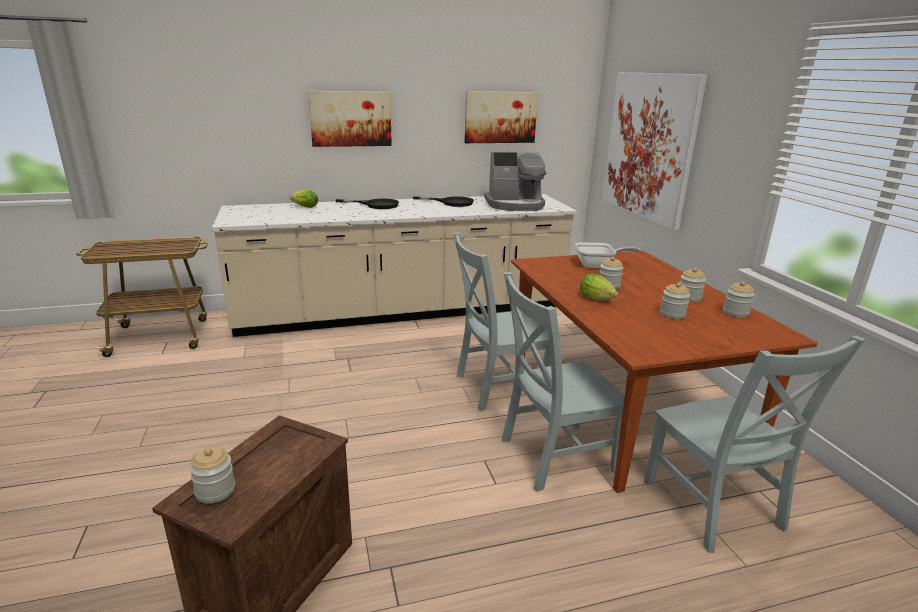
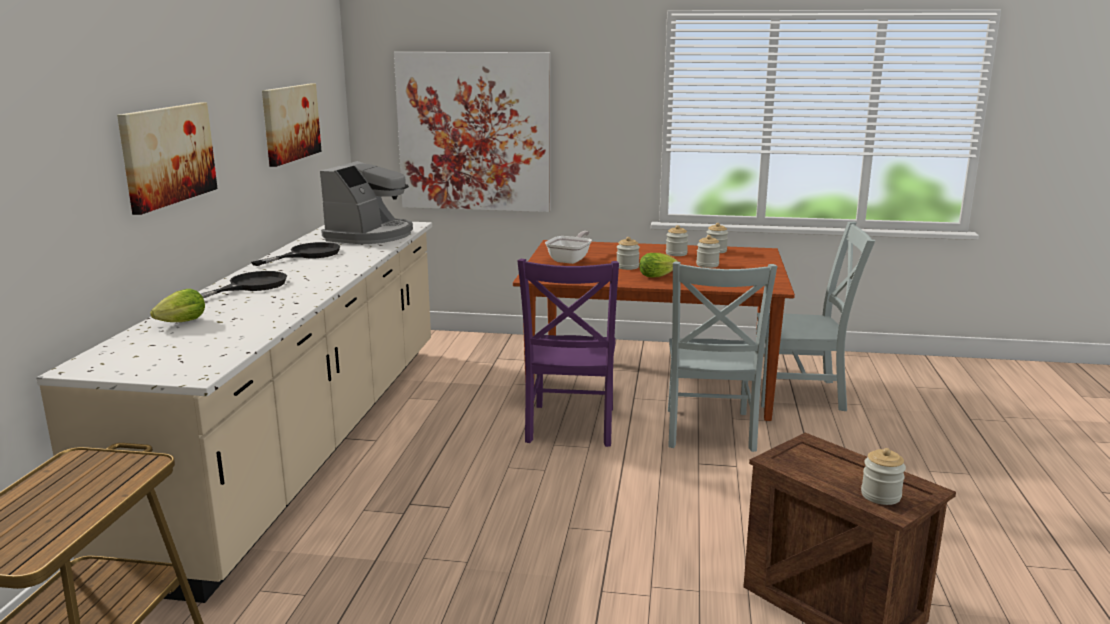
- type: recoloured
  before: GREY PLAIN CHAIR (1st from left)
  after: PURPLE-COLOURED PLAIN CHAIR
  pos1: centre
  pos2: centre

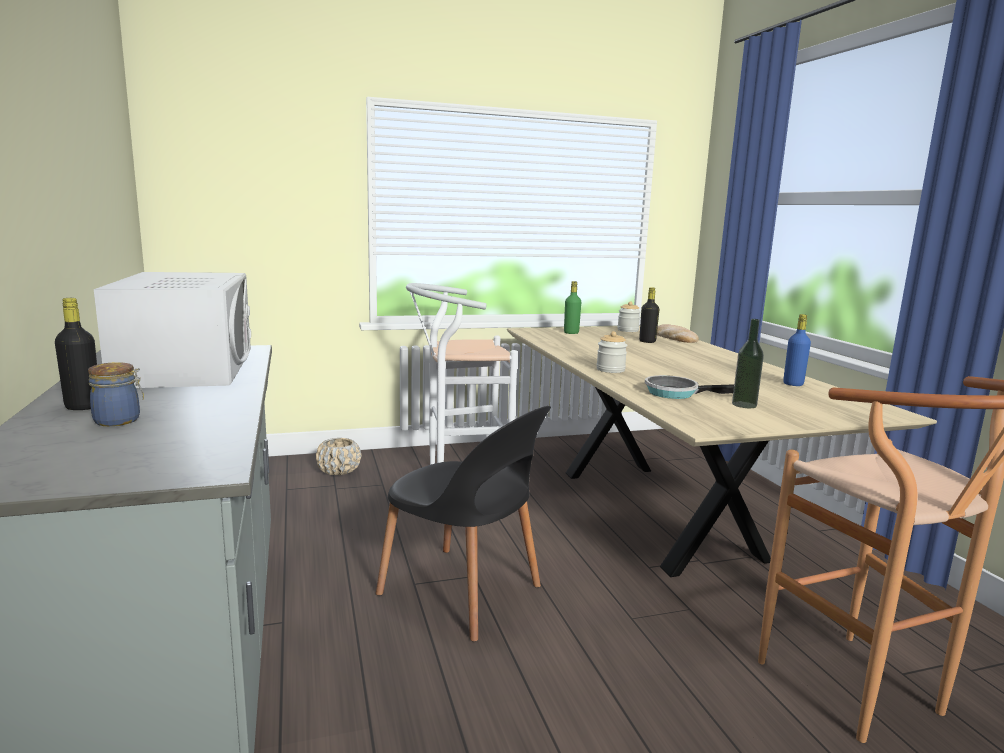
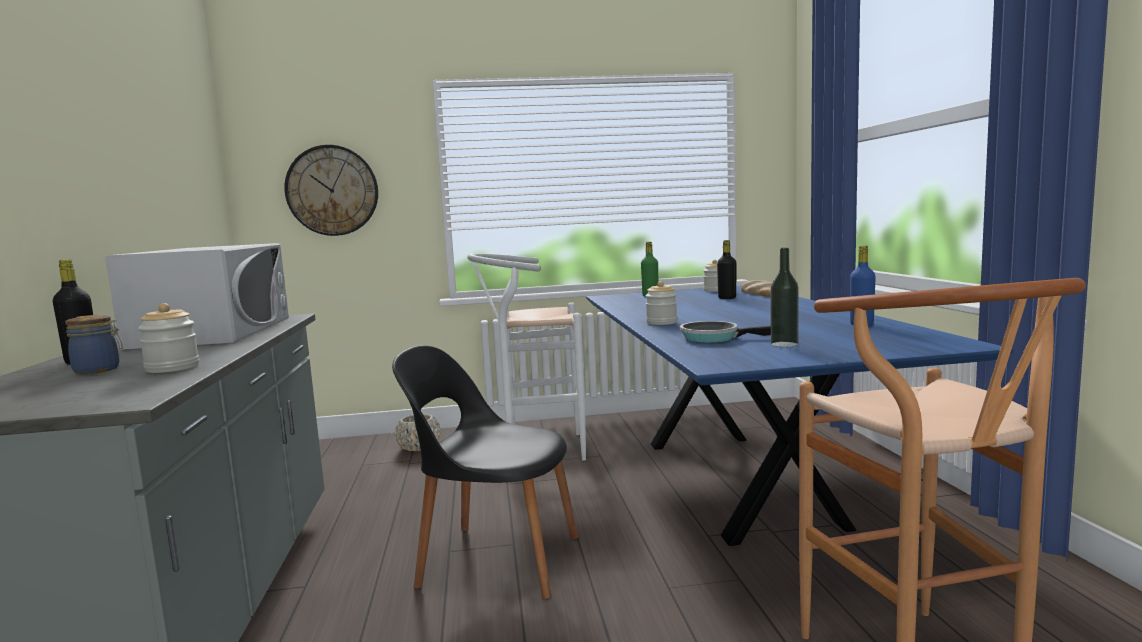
- type: added
  after: JAR (2nd from left)
  pos2: middle left
- type: added
  after: WALL CLOCK
  pos2: top left
- type: recoloured
  before: SAND-COLOURED KITCHEN TABLE
  after: BLUISH KITCHEN TABLE
  pos1: middle right
  pos2: middle right
- type: turned
  before: BLACK-COLOURED PLAIN CHAIR
  pos1: bottom centre
  pos2: bottom centre
  turn: 150

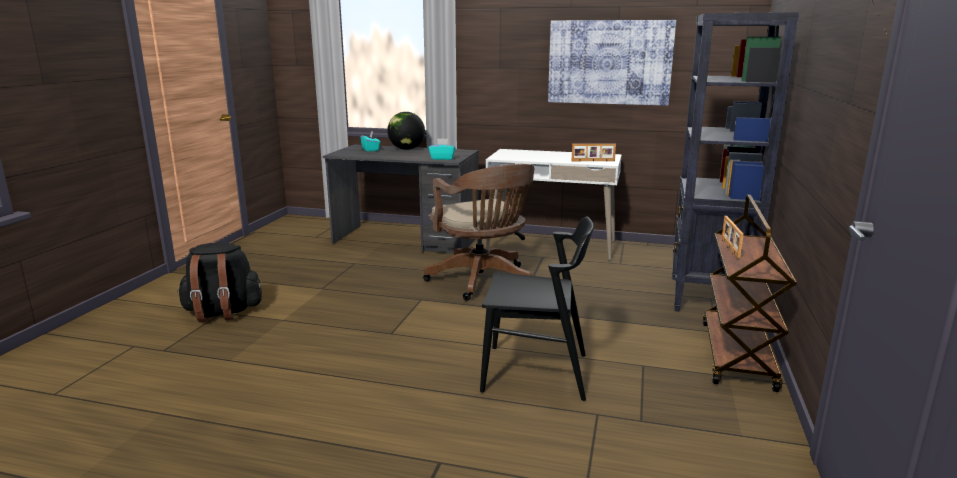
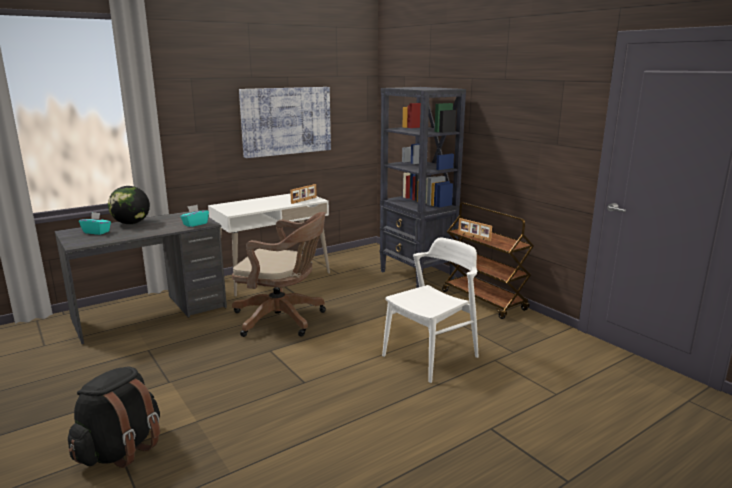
- type: recoloured
  before: BLACK-COLOURED PLAIN CHAIR
  after: WHITISH PLAIN CHAIR
  pos1: centre
  pos2: centre

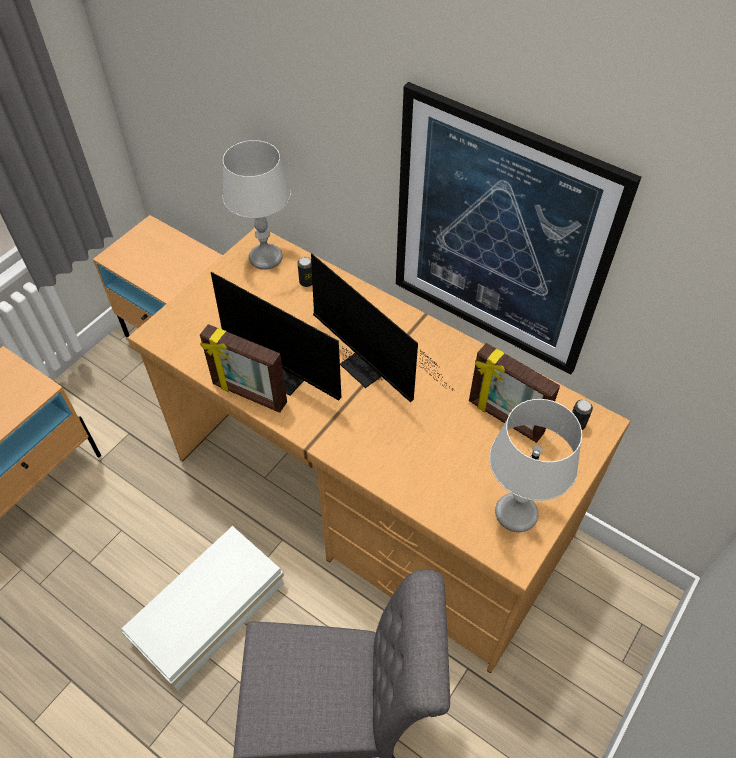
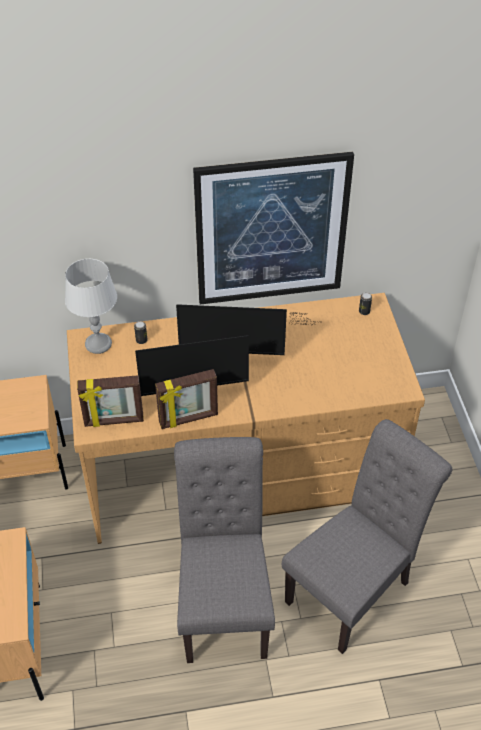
- type: removed
  before: GREY TABLE LAMP (2nd from left)
  pos1: middle right
- type: moved
  before: STANDING FRAME (2nd from left in the first image)
  after: STANDING FRAME (1st from left)
  pos1: middle right
  pos2: middle left
- type: replaced
  before: WHITISH STORAGE BOX
  after: GREY PLAIN CHAIR (1st from left)
  pos1: bottom left
  pos2: bottom centre

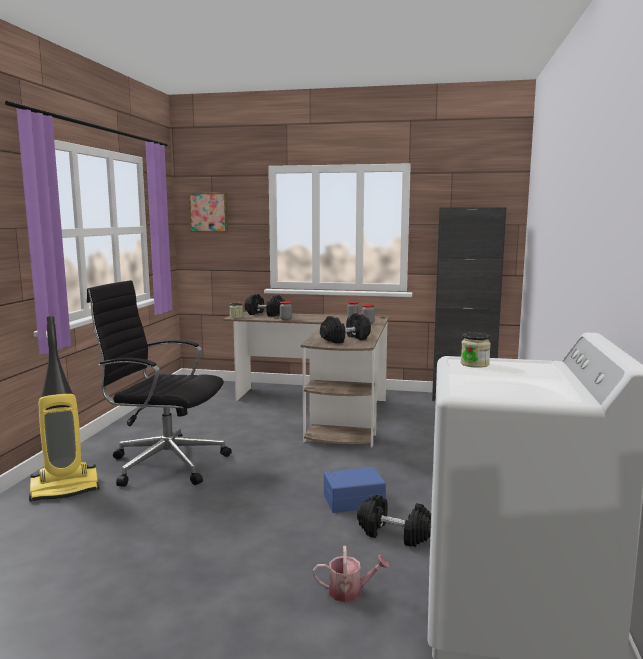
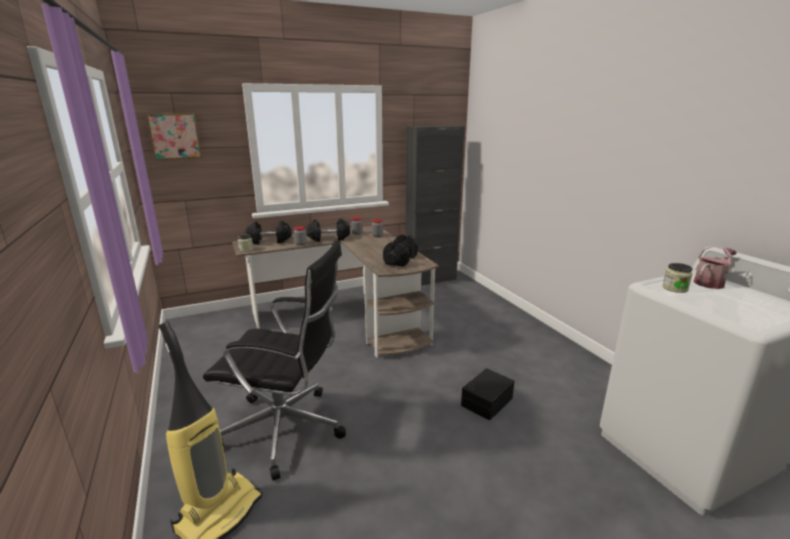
- type: moved
  before: WATERING POT
  pos1: bottom centre
  pos2: middle right
- type: moved
  before: BLACK-COLOURED HAND WEIGHT (3rd from left in the first image)
  after: BLACK-COLOURED HAND WEIGHT (2nd from left)
  pos1: bottom centre
  pos2: centre
- type: recoloured
  before: BLUISH STORAGE BOX
  after: BLACK-COLOURED STORAGE BOX
  pos1: bottom centre
  pos2: bottom centre
- type: turned
  before: BLACK-COLOURED DESK CHAIR
  pos1: middle left
  pos2: bottom centre
  turn: -150

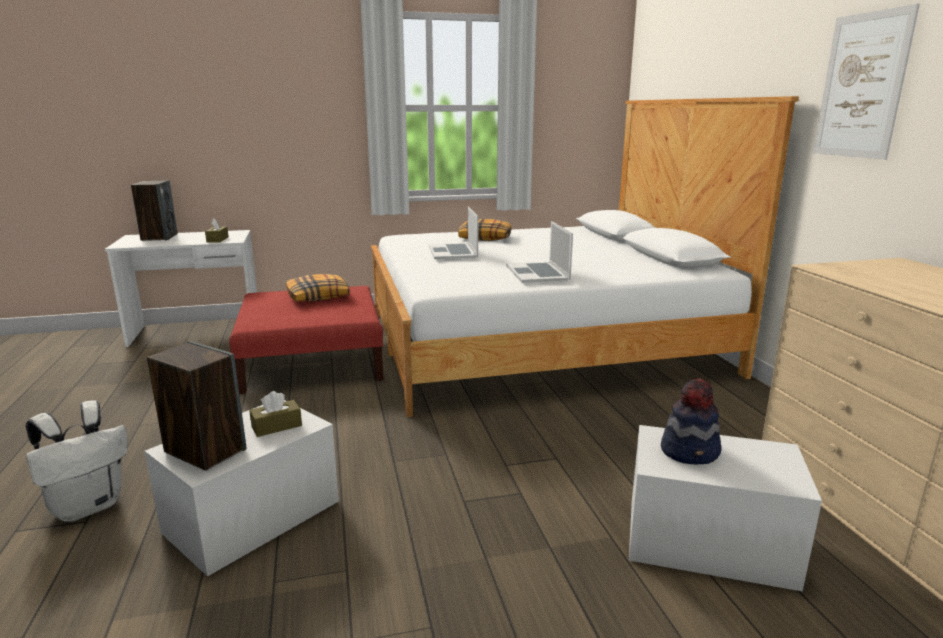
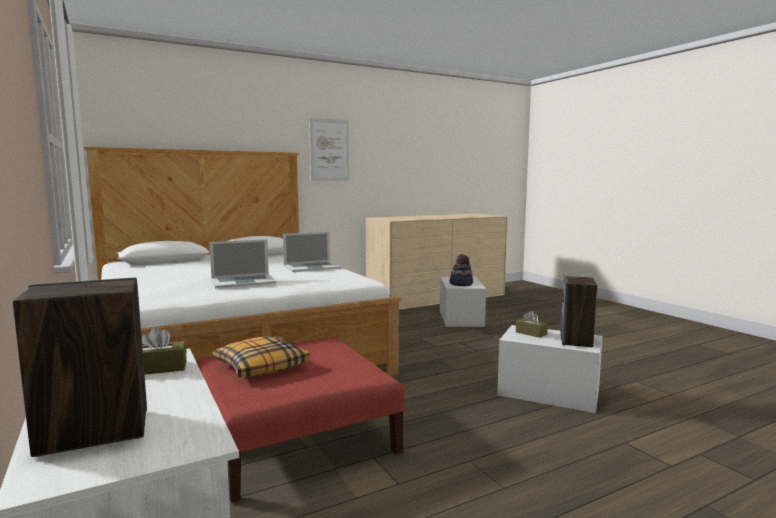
- type: removed
  before: WHITISH RUCKSACK
  pos1: bottom left
- type: removed
  before: CUSHION (2nd from left)
  pos1: centre

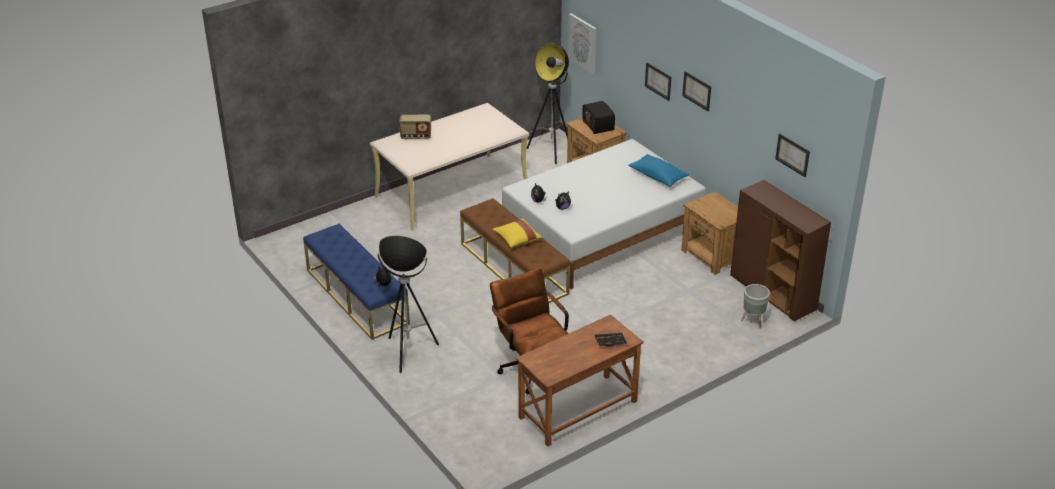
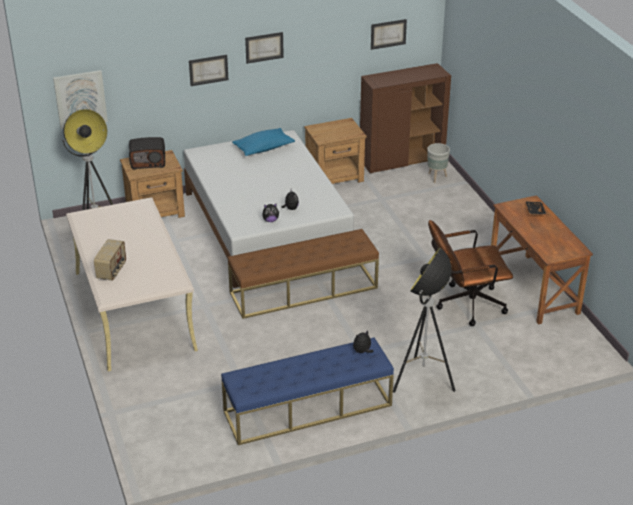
- type: removed
  before: YELLOW CUSHION
  pos1: centre

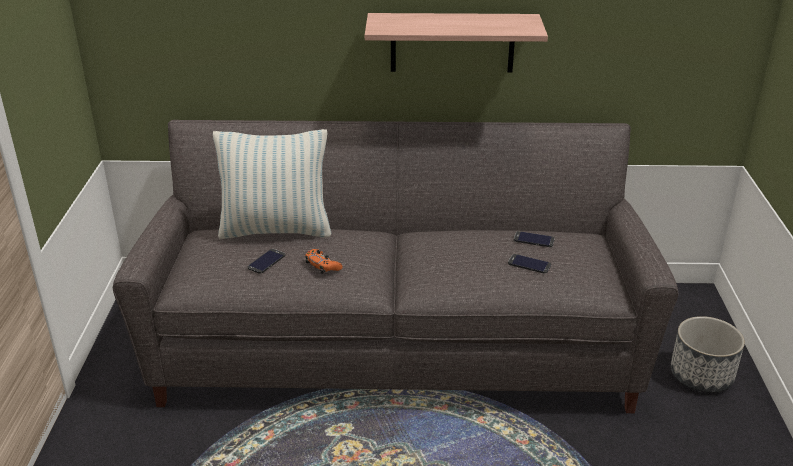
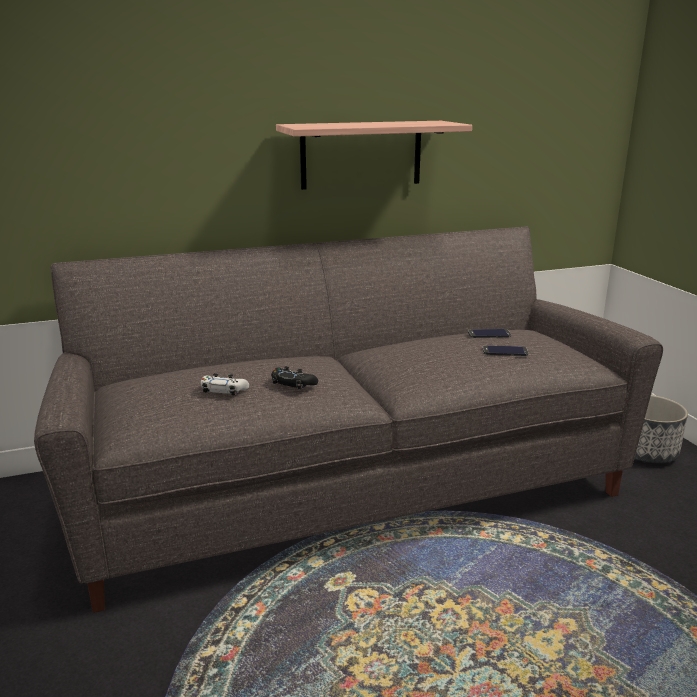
- type: removed
  before: CUSHION
  pos1: centre
- type: replaced
  before: PHONE (1st from left)
  after: WHITISH JOYPAD
  pos1: centre
  pos2: middle left
- type: recoloured
  before: ORANGE-COLOURED JOYPAD
  after: BLACK-COLOURED JOYPAD
  pos1: centre
  pos2: centre

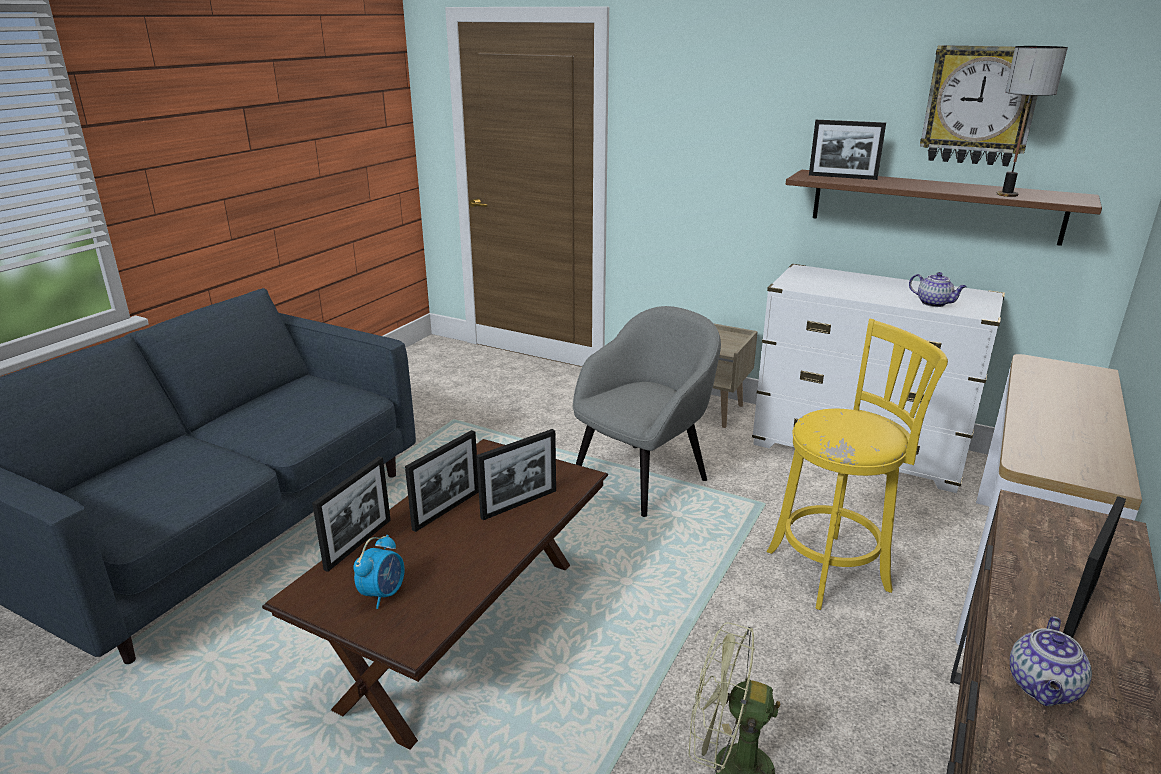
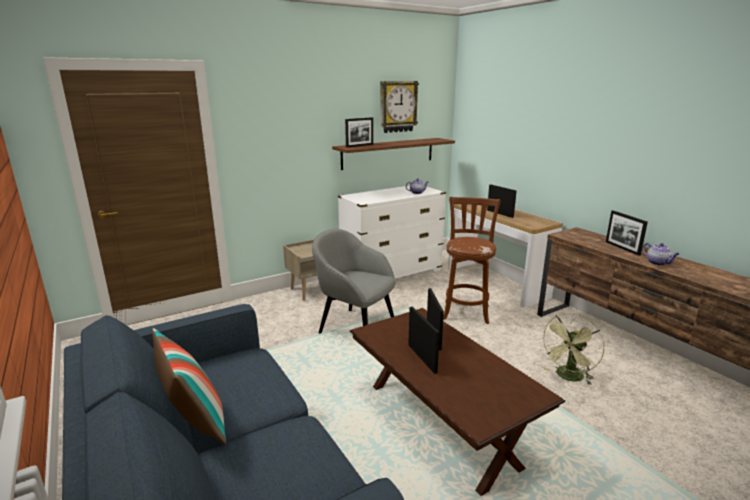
- type: removed
  before: BEDSIDE CLOCK
  pos1: bottom left
- type: removed
  before: TABLE LAMP
  pos1: top right
- type: added
  after: CUSHION
  pos2: bottom left
- type: moved
  before: STANDING FRAME (1st from left in the first image)
  after: STANDING FRAME (4th from left)
  pos1: middle left
  pos2: middle right
- type: recoloured
  before: YELLOW SITTING STOOL
  after: BROWN SITTING STOOL
  pos1: middle right
  pos2: centre
- type: turned
  before: GREY EASY CHAIR
  pos1: centre
  pos2: centre
  turn: -45

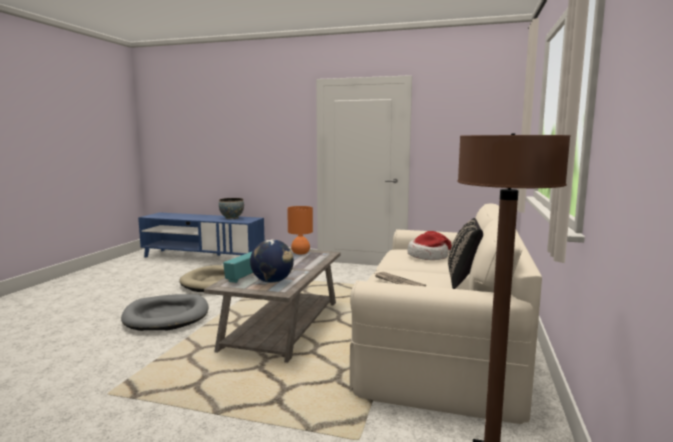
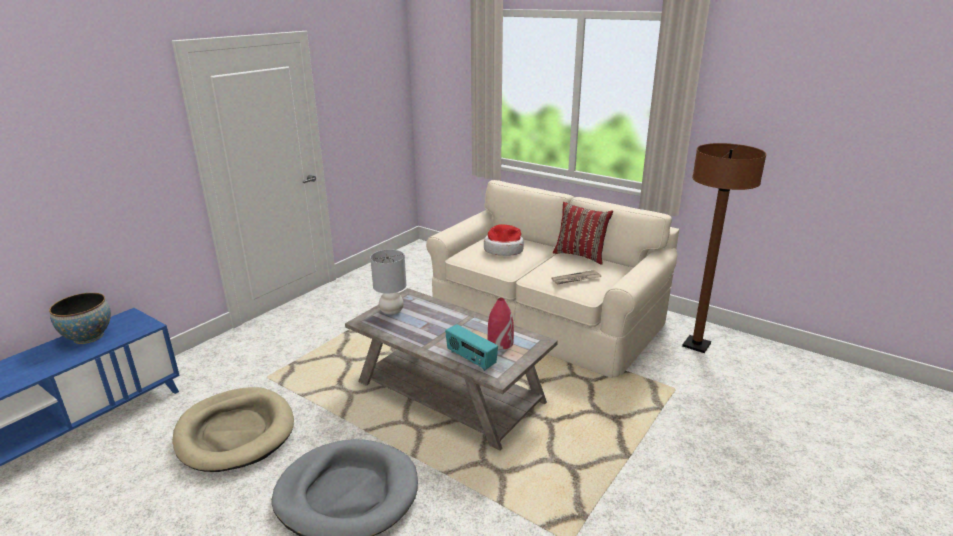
- type: replaced
  before: DESK GLOBE
  after: RED FLOWER VASE
  pos1: centre
  pos2: centre
- type: recoloured
  before: ORANGE-COLOURED TABLE LAMP
  after: GREY TABLE LAMP
  pos1: centre
  pos2: centre
- type: recoloured
  before: BLACK-COLOURED CUSHION
  after: RED CUSHION
  pos1: middle right
  pos2: centre

